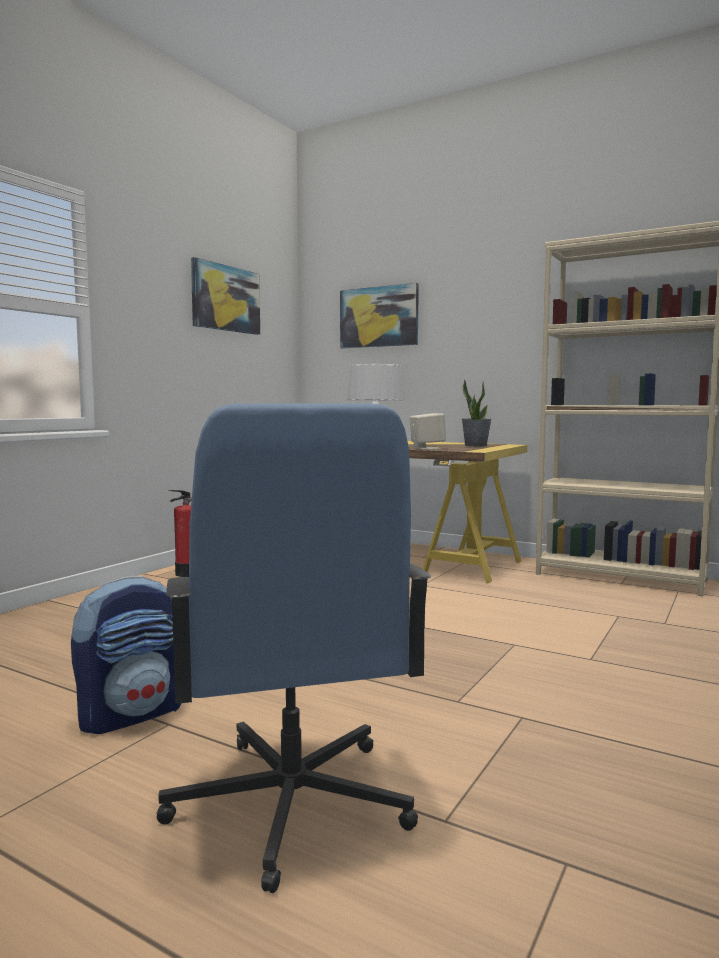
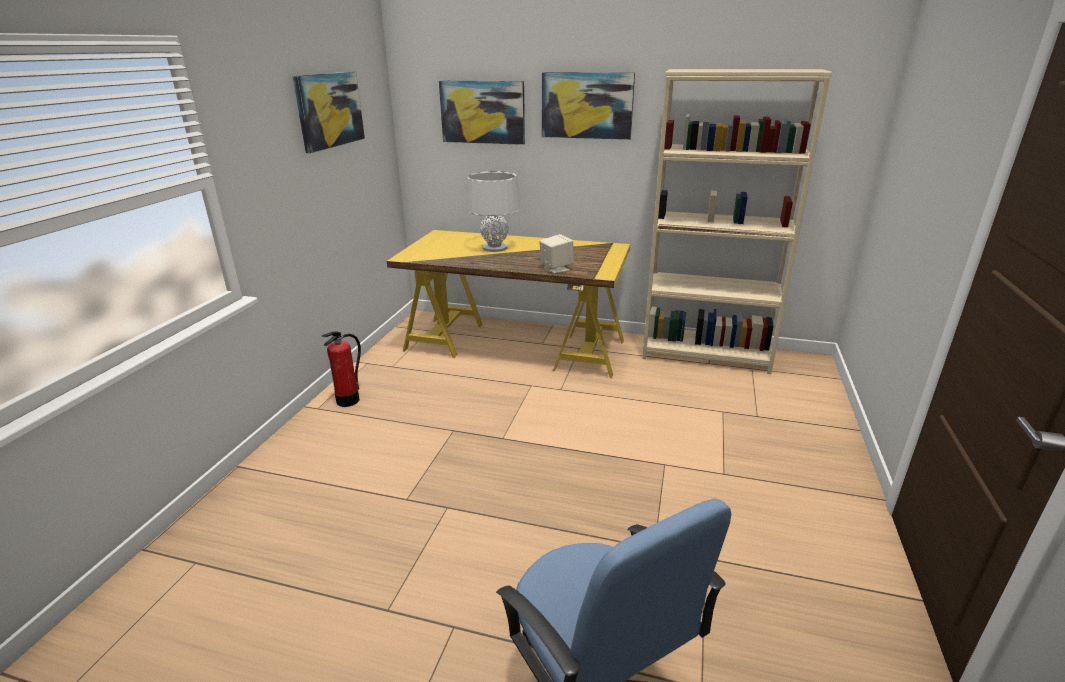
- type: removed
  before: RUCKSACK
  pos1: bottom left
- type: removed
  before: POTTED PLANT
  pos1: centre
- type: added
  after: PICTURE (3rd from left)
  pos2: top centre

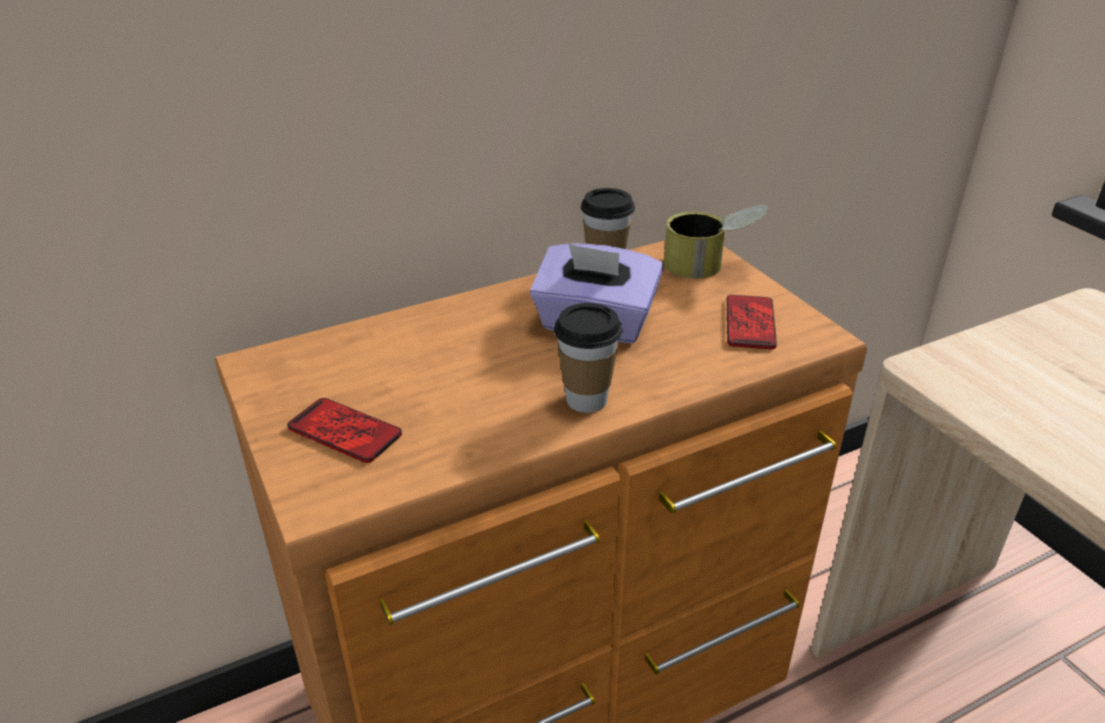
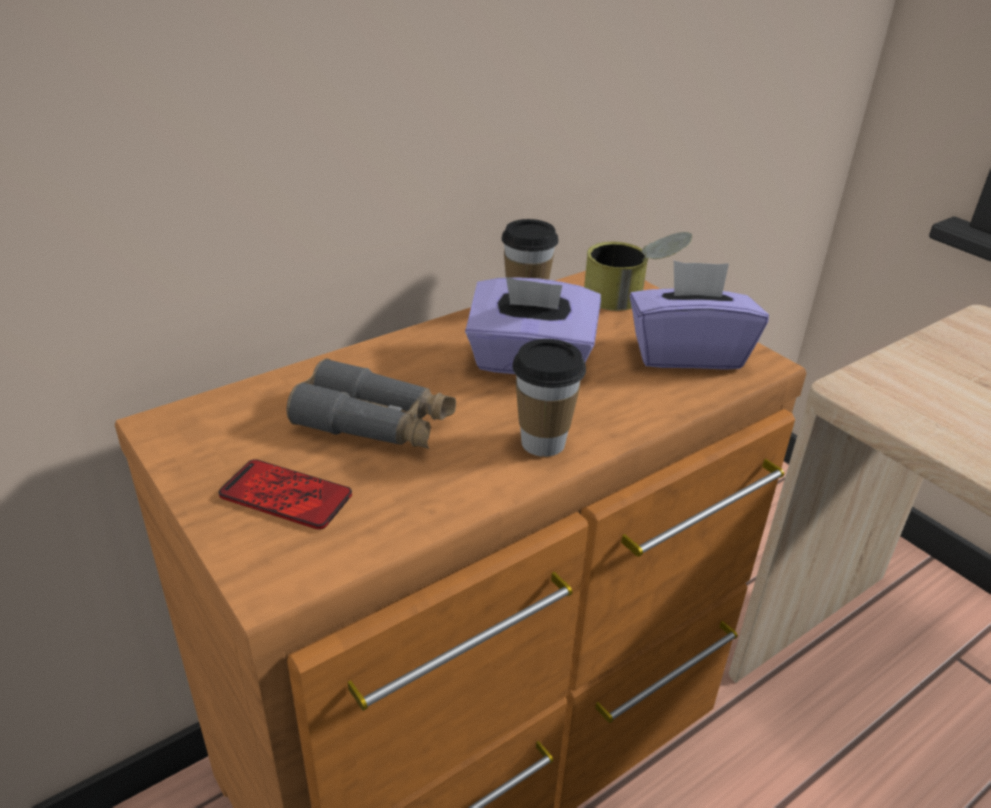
- type: added
  after: GREY FIELD GLASSES
  pos2: centre
- type: replaced
  before: PHONE (2nd from left)
  after: PURPLE-COLOURED TISSUE BOX (2nd from left)
  pos1: middle right
  pos2: middle right

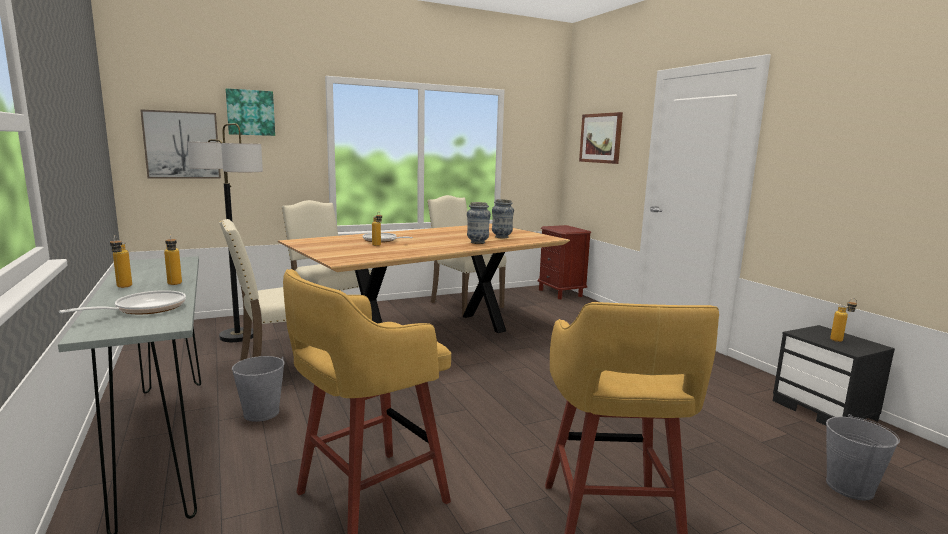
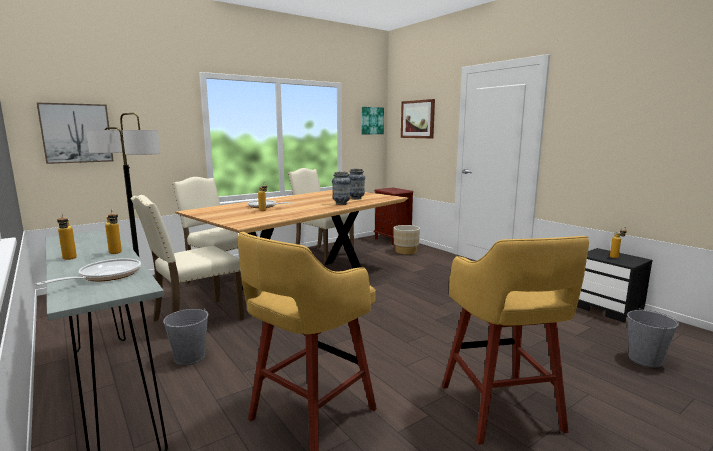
- type: added
  after: SAND-COLOURED PLANTER
  pos2: centre
- type: moved
  before: PICTURE (2nd from left)
  pos1: top left
  pos2: top centre

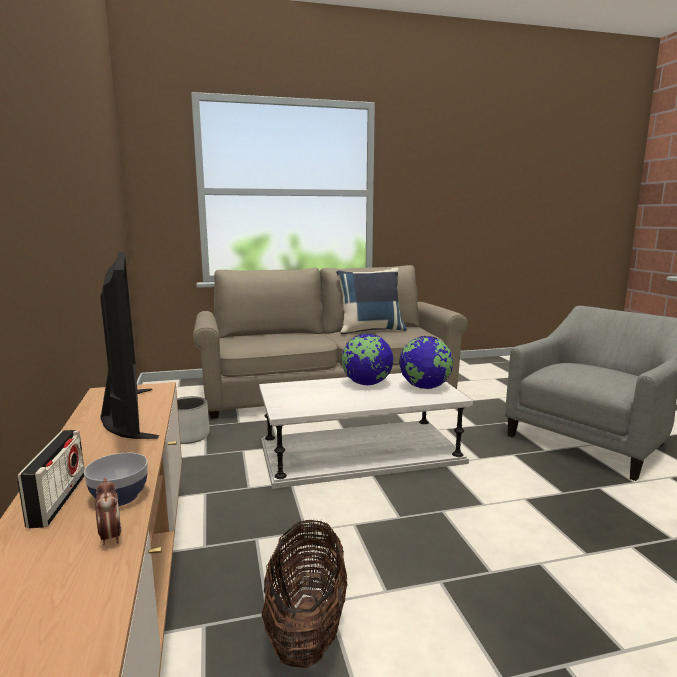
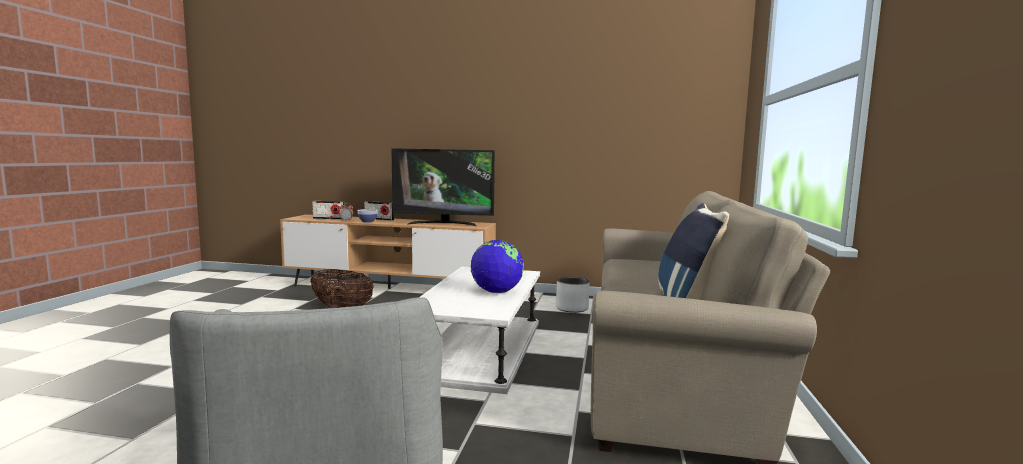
- type: removed
  before: DESK GLOBE (2nd from left)
  pos1: centre
- type: added
  after: RADIO RECEIVER (1st from left)
  pos2: middle left

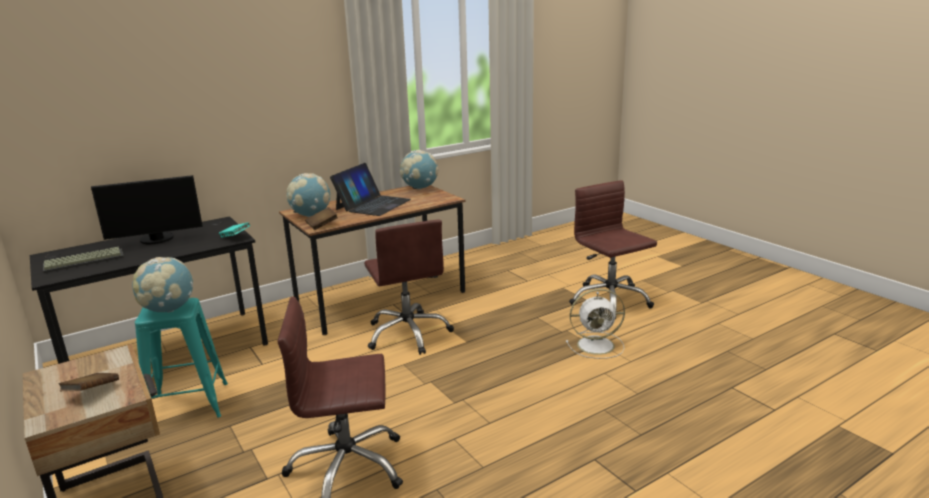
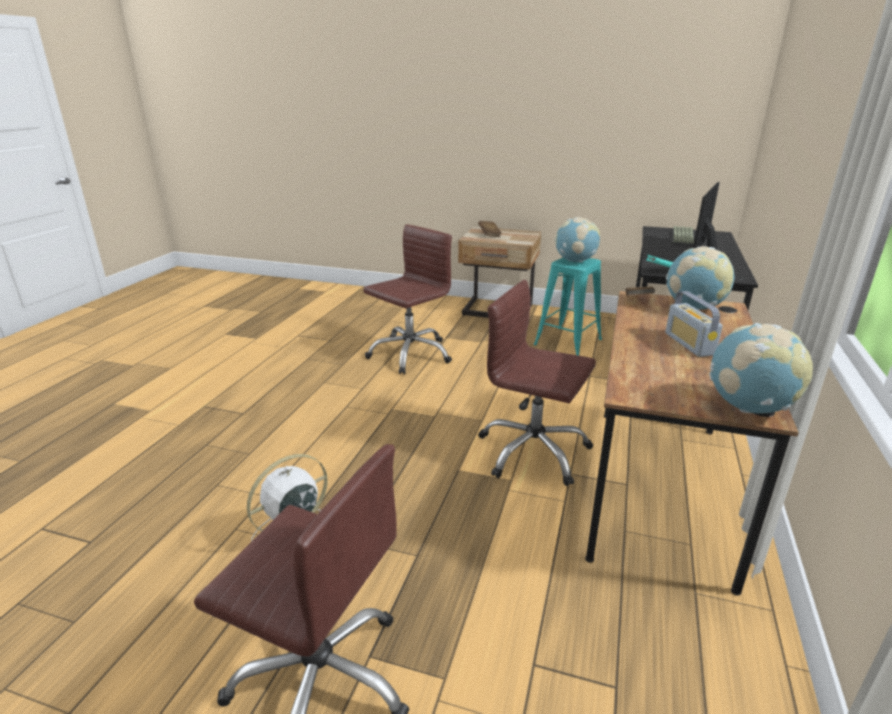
- type: replaced
  before: LAPTOP
  after: RADIO RECEIVER
  pos1: centre
  pos2: middle right

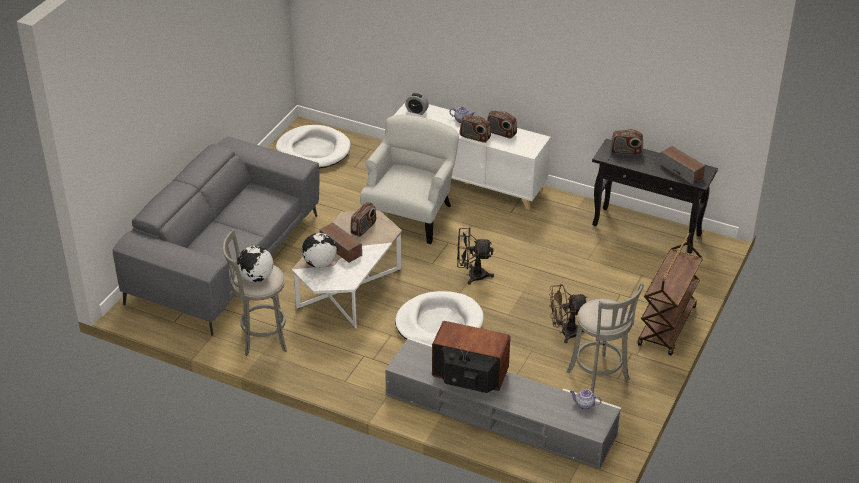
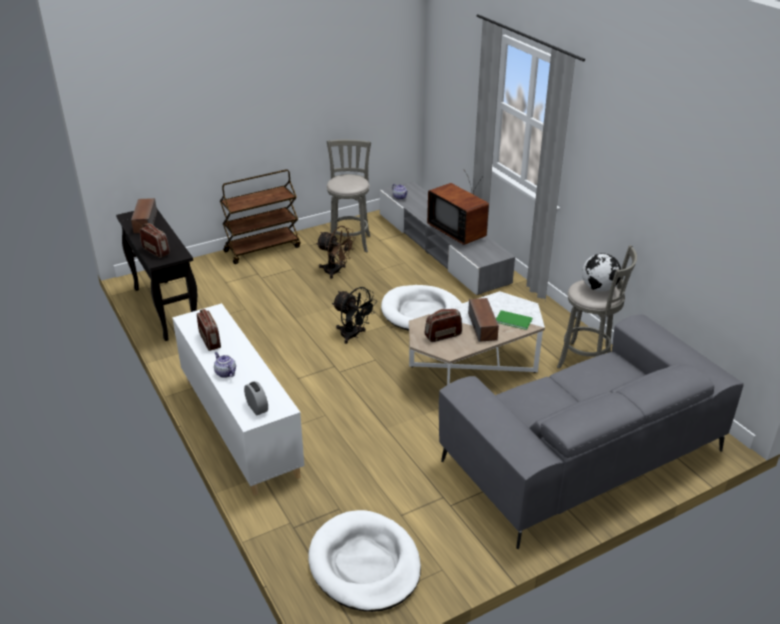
- type: removed
  before: WHITISH EASY CHAIR
  pos1: centre
- type: removed
  before: RADIO RECEIVER (2nd from left)
  pos1: top centre
- type: replaced
  before: DESK GLOBE (2nd from left)
  after: GREEN BOUND BOOK
  pos1: centre
  pos2: centre

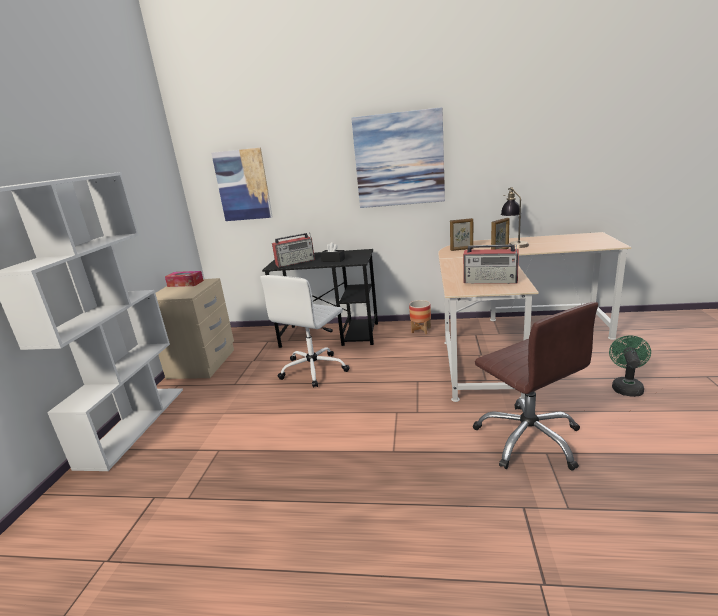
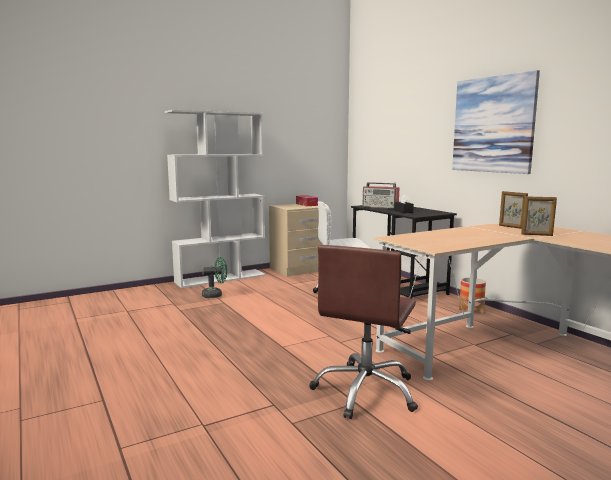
- type: removed
  before: PICTURE (1st from left)
  pos1: top centre
- type: removed
  before: RADIO RECEIVER (2nd from left)
  pos1: middle right
- type: removed
  before: TABLE LAMP
  pos1: middle right
- type: moved
  before: GREEN COOLING FAN
  pos1: middle right
  pos2: centre

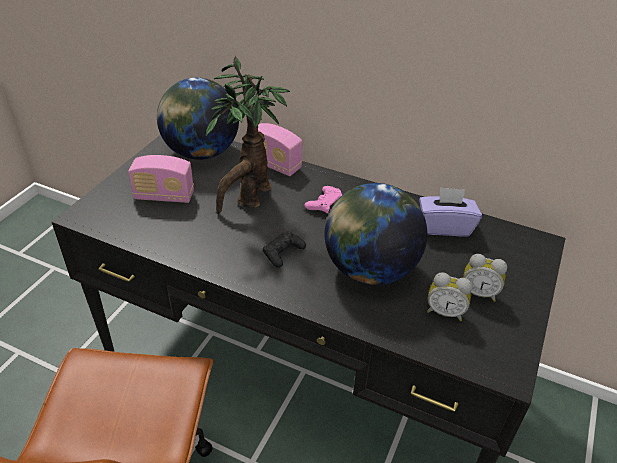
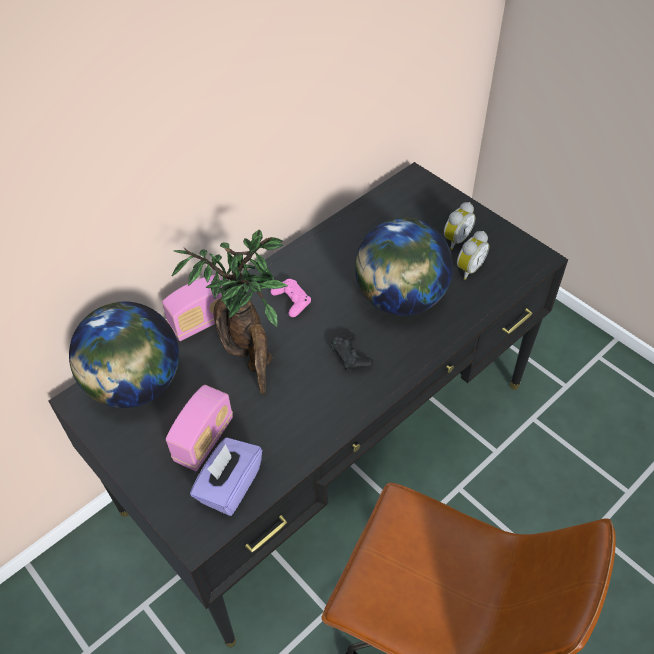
- type: moved
  before: PURPLE-COLOURED TISSUE BOX
  pos1: middle right
  pos2: bottom centre

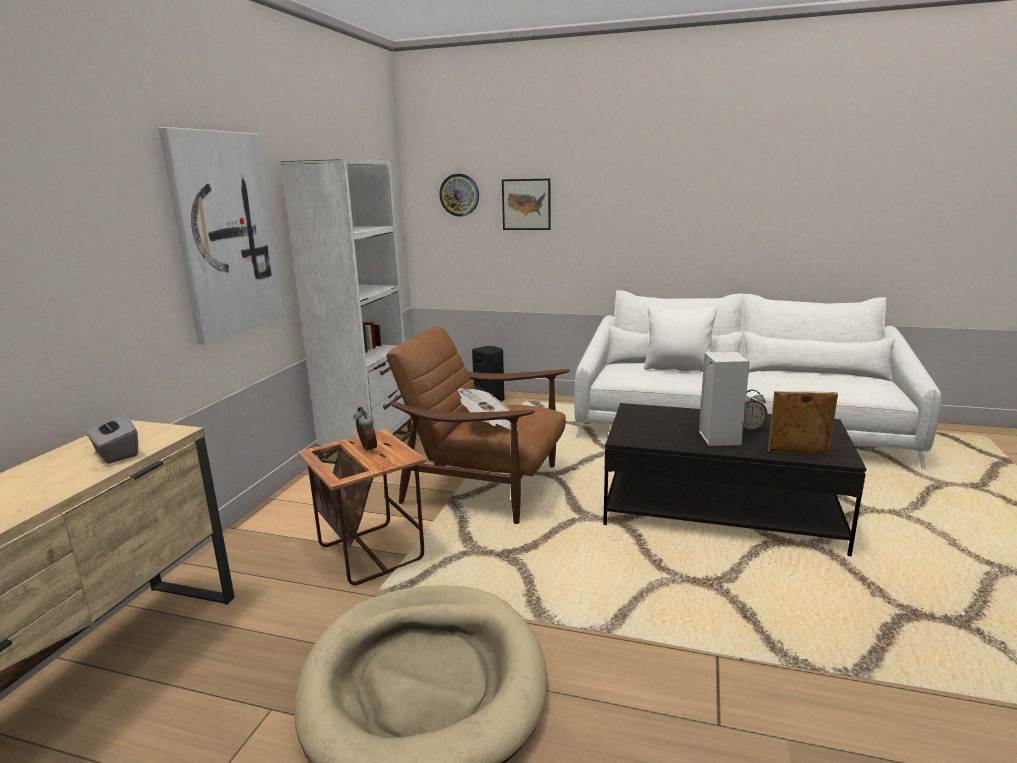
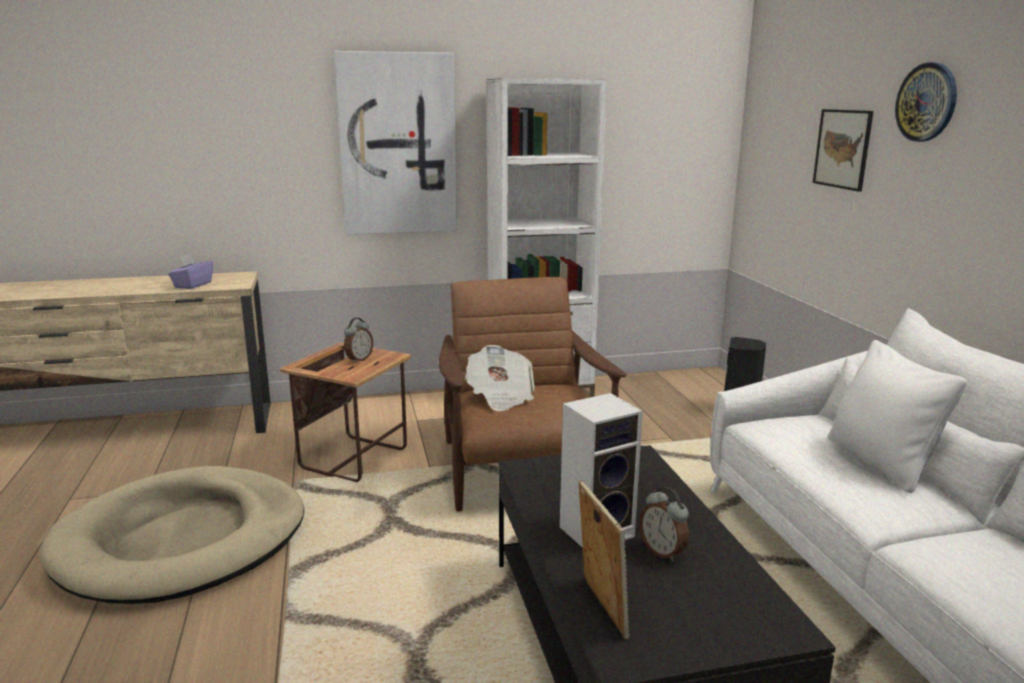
- type: moved
  before: WALL CLOCK
  pos1: top centre
  pos2: top right
- type: recoloured
  before: GREY TISSUE BOX
  after: PURPLE-COLOURED TISSUE BOX
  pos1: middle left
  pos2: middle left

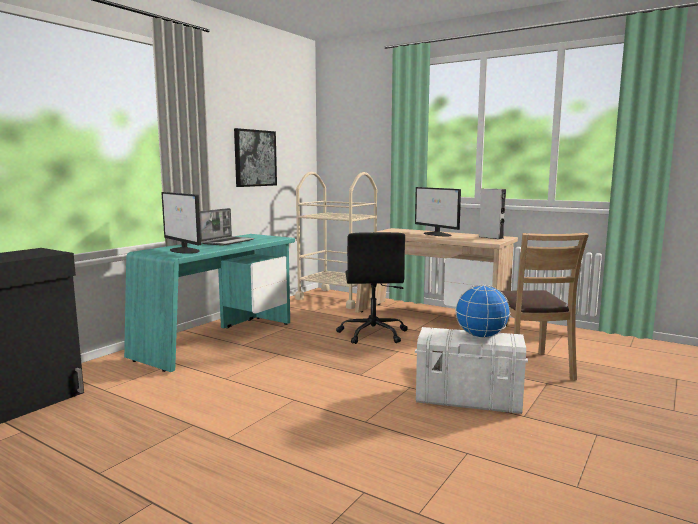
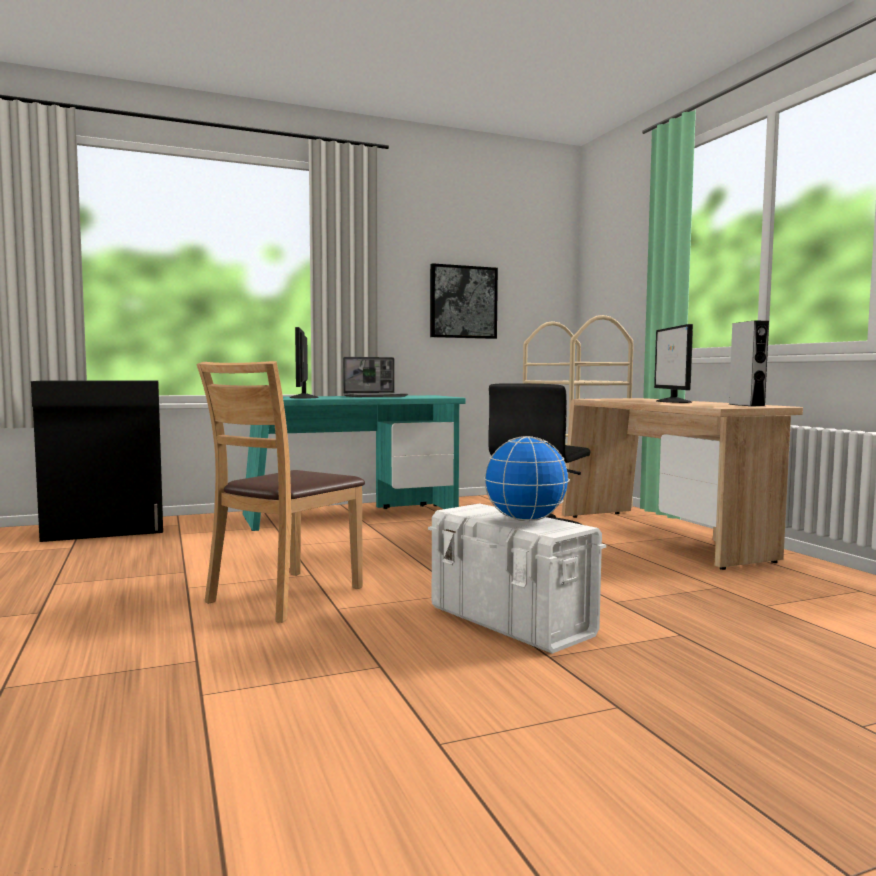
- type: moved
  before: BROWN PLAIN CHAIR
  pos1: middle right
  pos2: middle left

